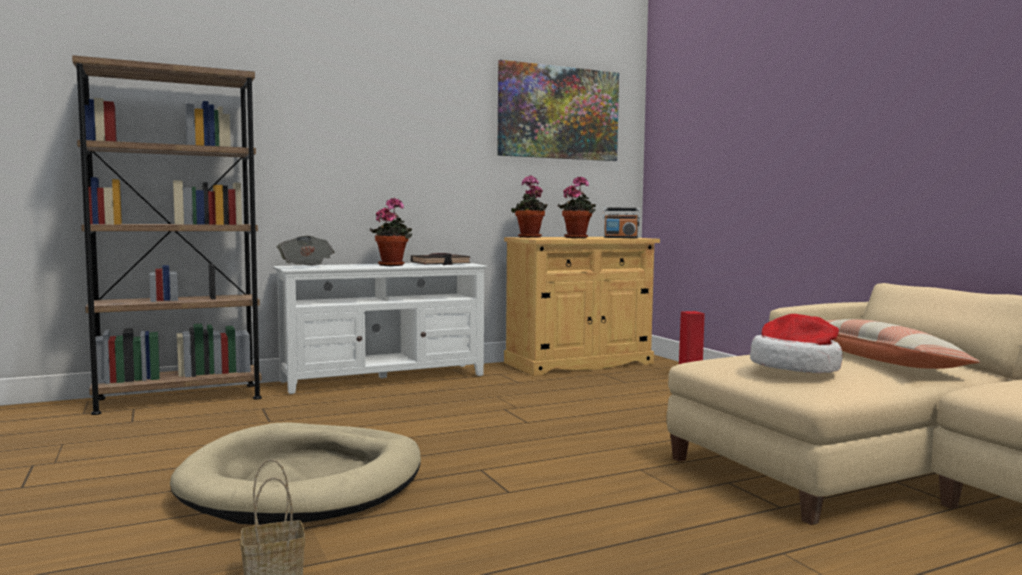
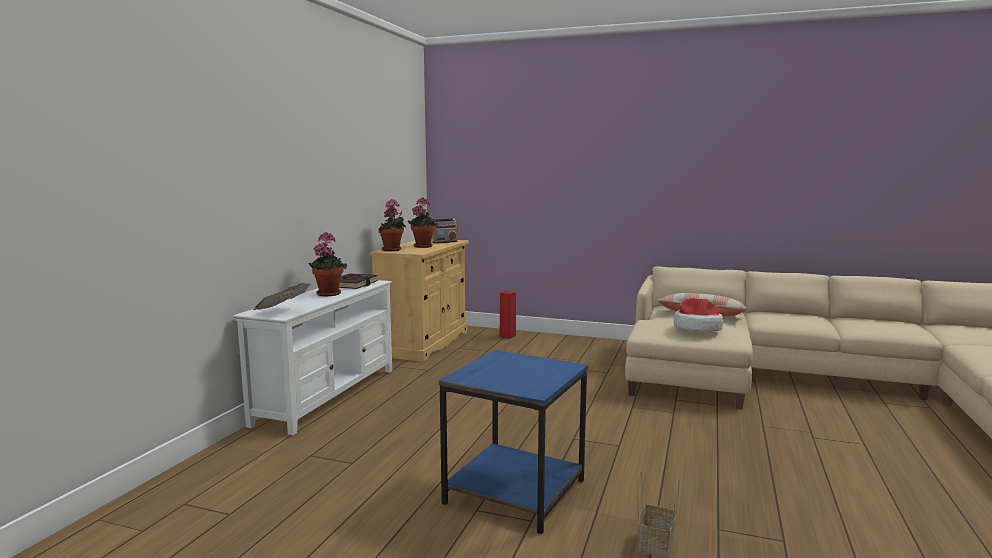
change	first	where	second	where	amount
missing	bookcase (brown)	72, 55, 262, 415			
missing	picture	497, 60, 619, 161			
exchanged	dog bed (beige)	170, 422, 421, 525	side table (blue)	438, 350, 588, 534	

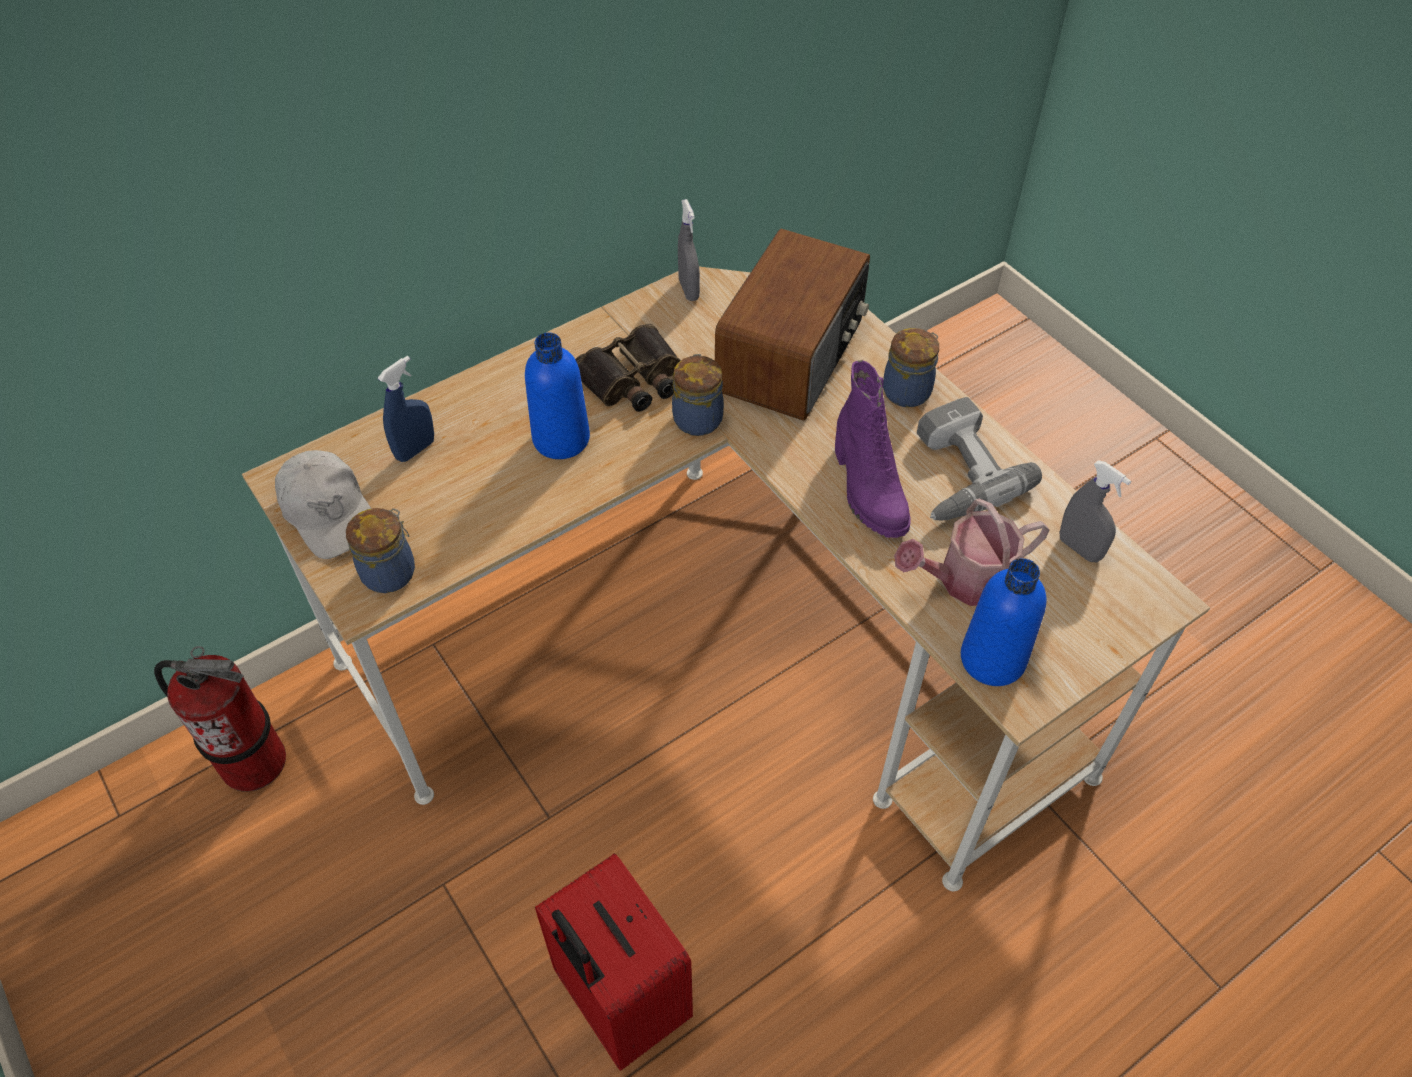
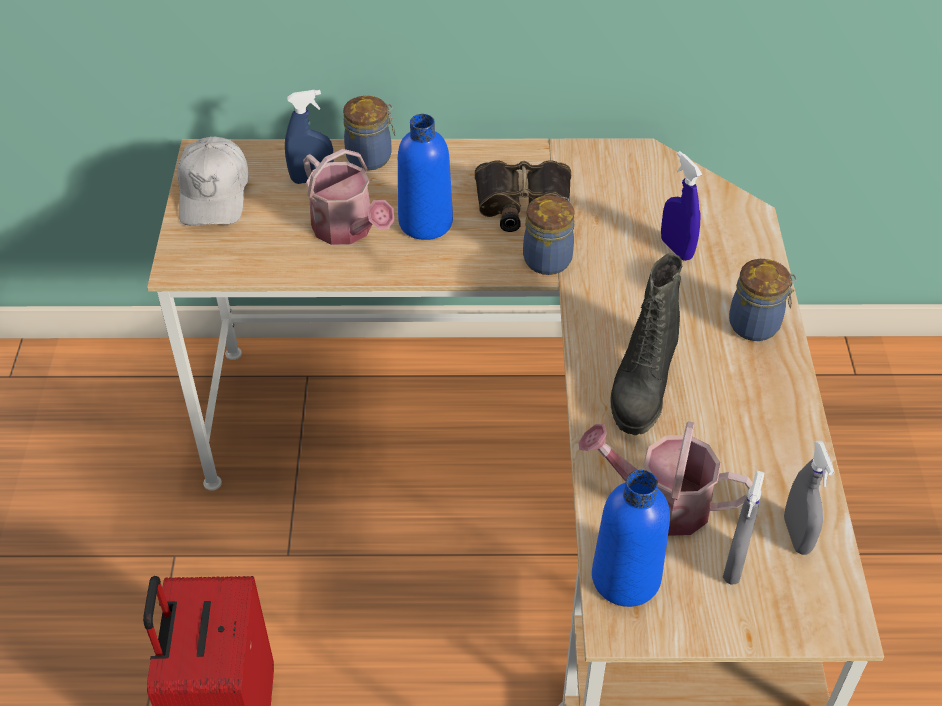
change	first	where	second	where	amount
missing	fire extinguisher	154, 646, 286, 791			
missing	power drill	917, 397, 1042, 520			
appeared			watering can	303, 149, 394, 245	
relocated	jar	346, 508, 415, 593		343, 96, 395, 170	
relocated	spray bottle (grey)	678, 199, 700, 301		723, 471, 765, 584	
exchanged	radio	715, 229, 870, 421	spray bottle (blue)	661, 151, 702, 261	
colour	boot (purple)	835, 360, 910, 538	boot (black)	610, 253, 682, 435	

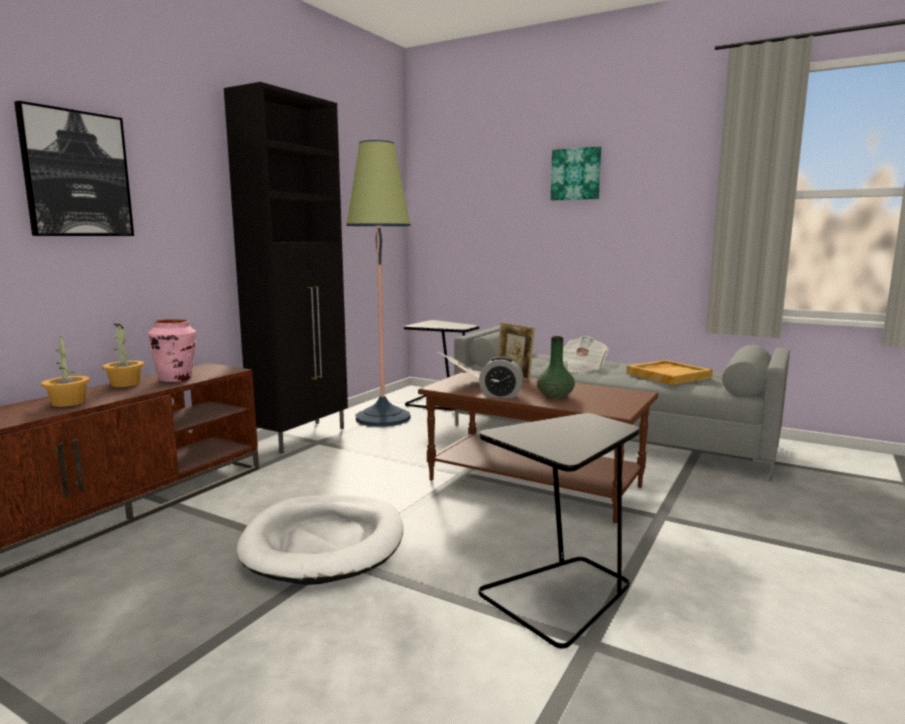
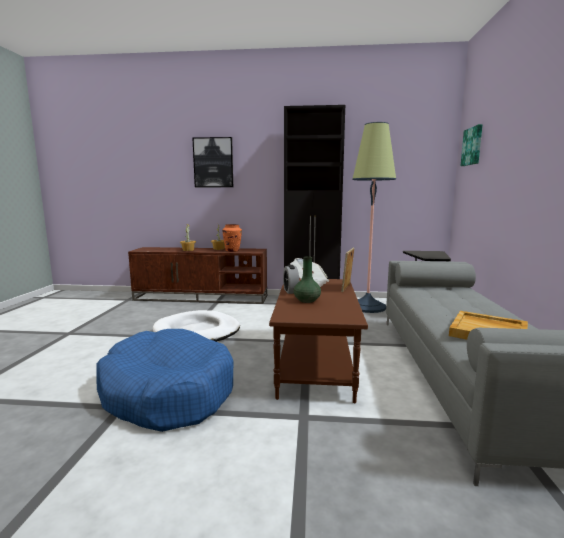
change	first	where	second	where	amount
missing	newspaper	563, 336, 609, 372			
relocated	picture	551, 146, 601, 200		461, 124, 483, 166	
exchanged	side table (black)	478, 413, 640, 649	dog bed (blue)	96, 329, 233, 432	
colour	vase (pink)	148, 319, 196, 382	vase (orange)	223, 224, 242, 252	

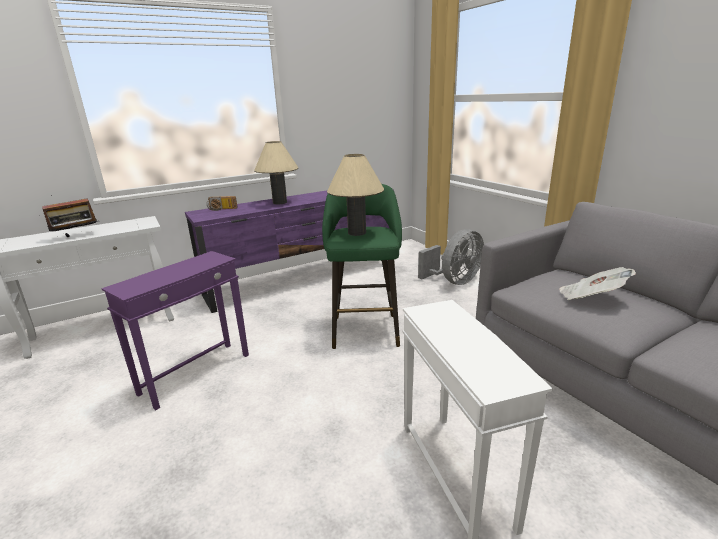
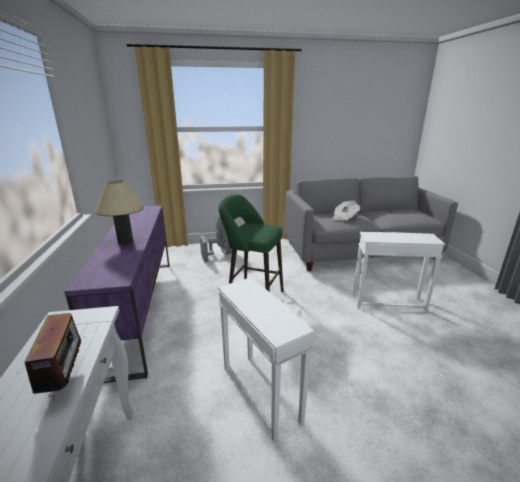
change	first	where	second	where	amount
missing	radio	207, 196, 238, 211			
missing	table lamp (beige)	327, 154, 384, 236			
colour	side table (purple)	101, 251, 249, 410	side table (white)	218, 278, 314, 441	

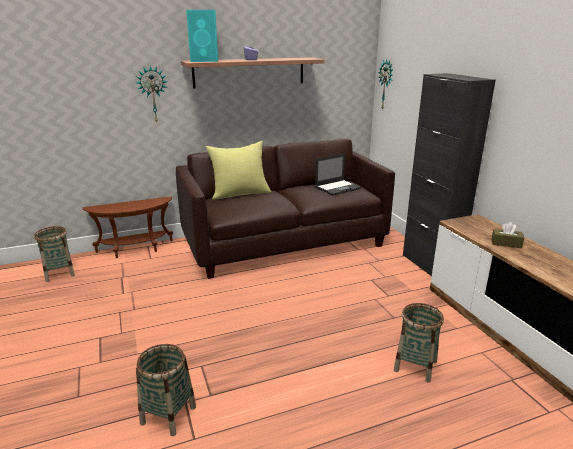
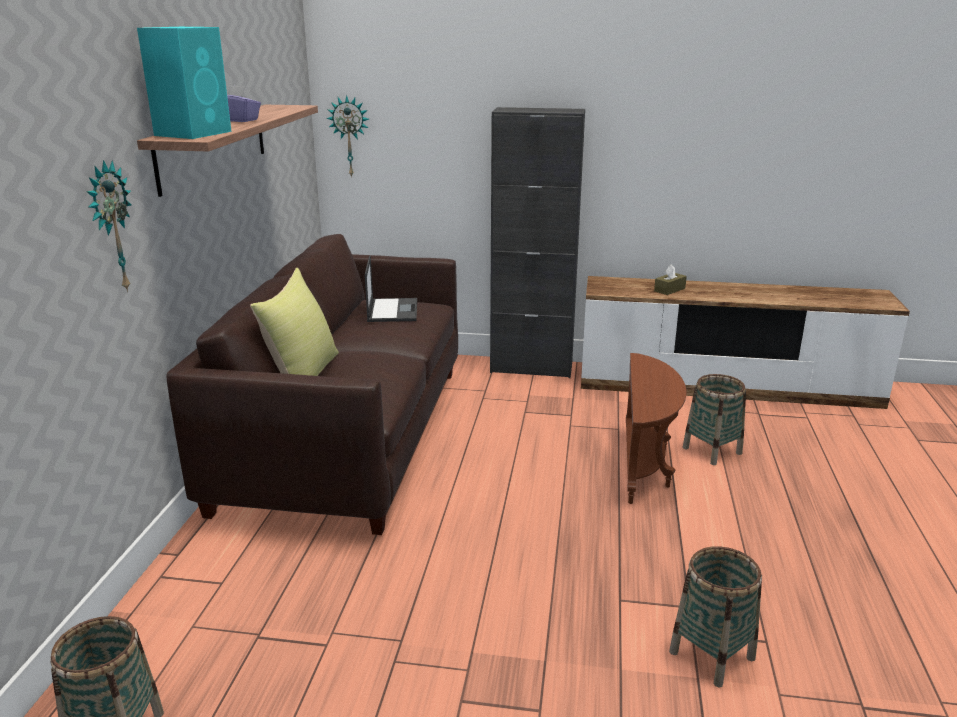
change	first	where	second	where	amount
relocated	side table (brown)	83, 196, 173, 258		626, 353, 686, 504	

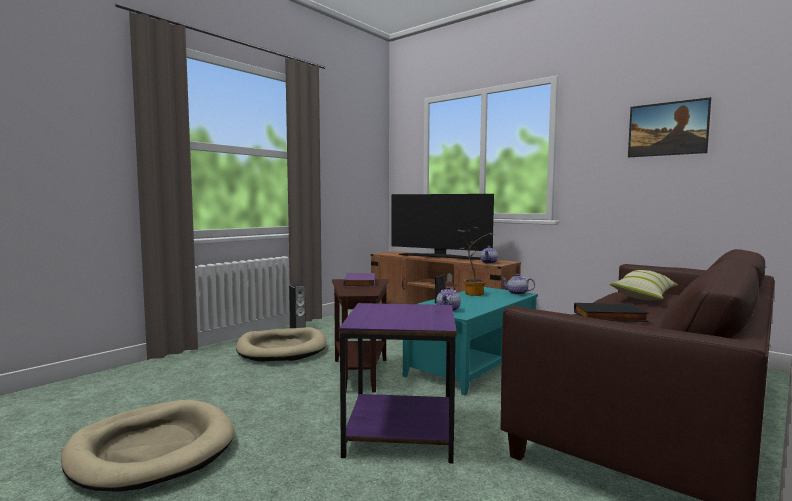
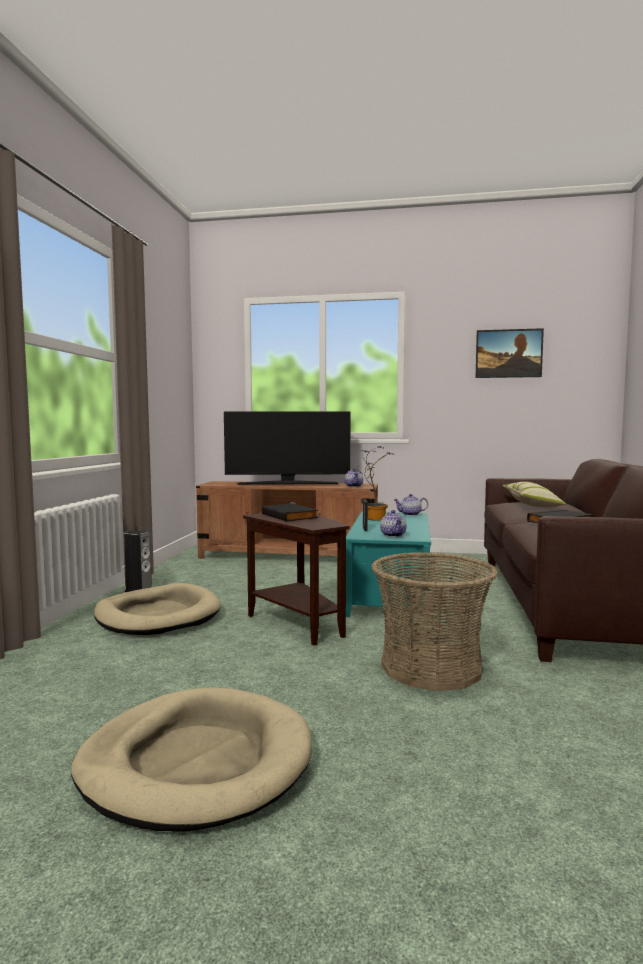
change	first	where	second	where	amount
exchanged	side table (purple)	339, 303, 457, 463	basket	371, 552, 498, 691	
colour	book (purple)	343, 273, 375, 287	book (black)	262, 503, 318, 522	

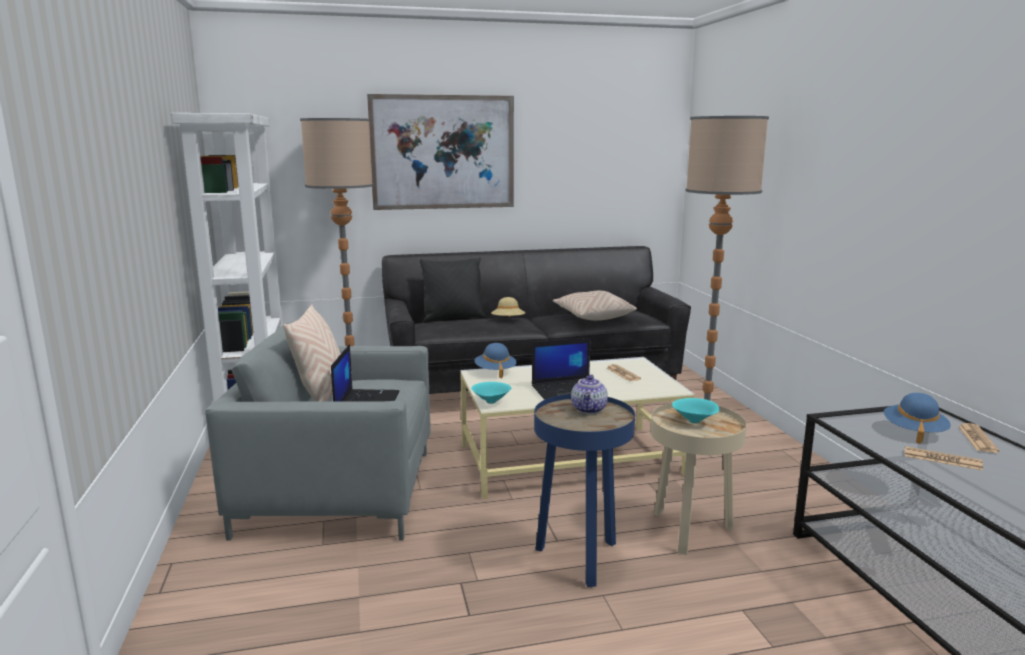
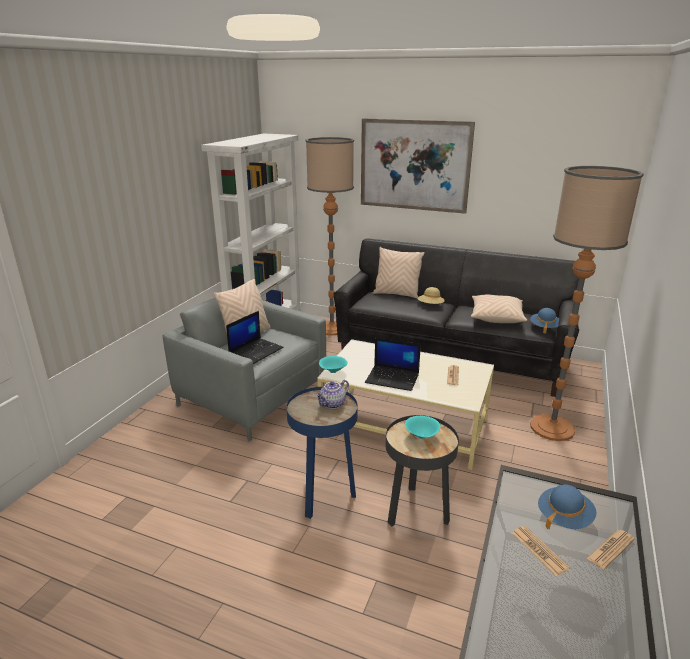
change	first	where	second	where	amount
relocated	hat (blue)	474, 343, 517, 378		530, 308, 559, 334	
colour	pillow (black)	420, 257, 486, 323	pillow (beige)	373, 247, 425, 299	
colour	side table (beige)	651, 403, 747, 555	side table (black)	385, 415, 459, 527	

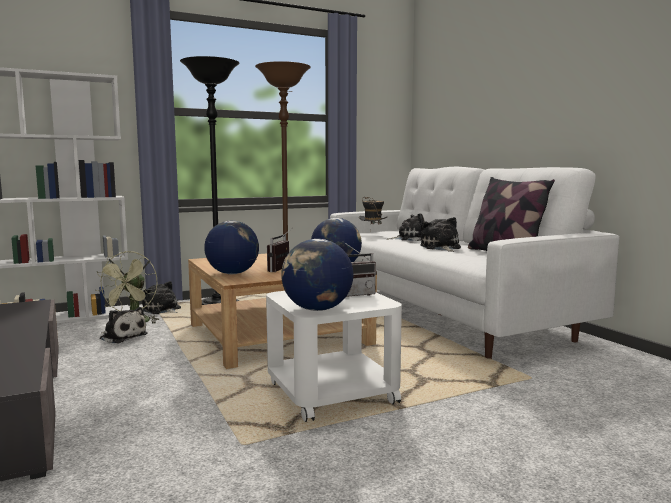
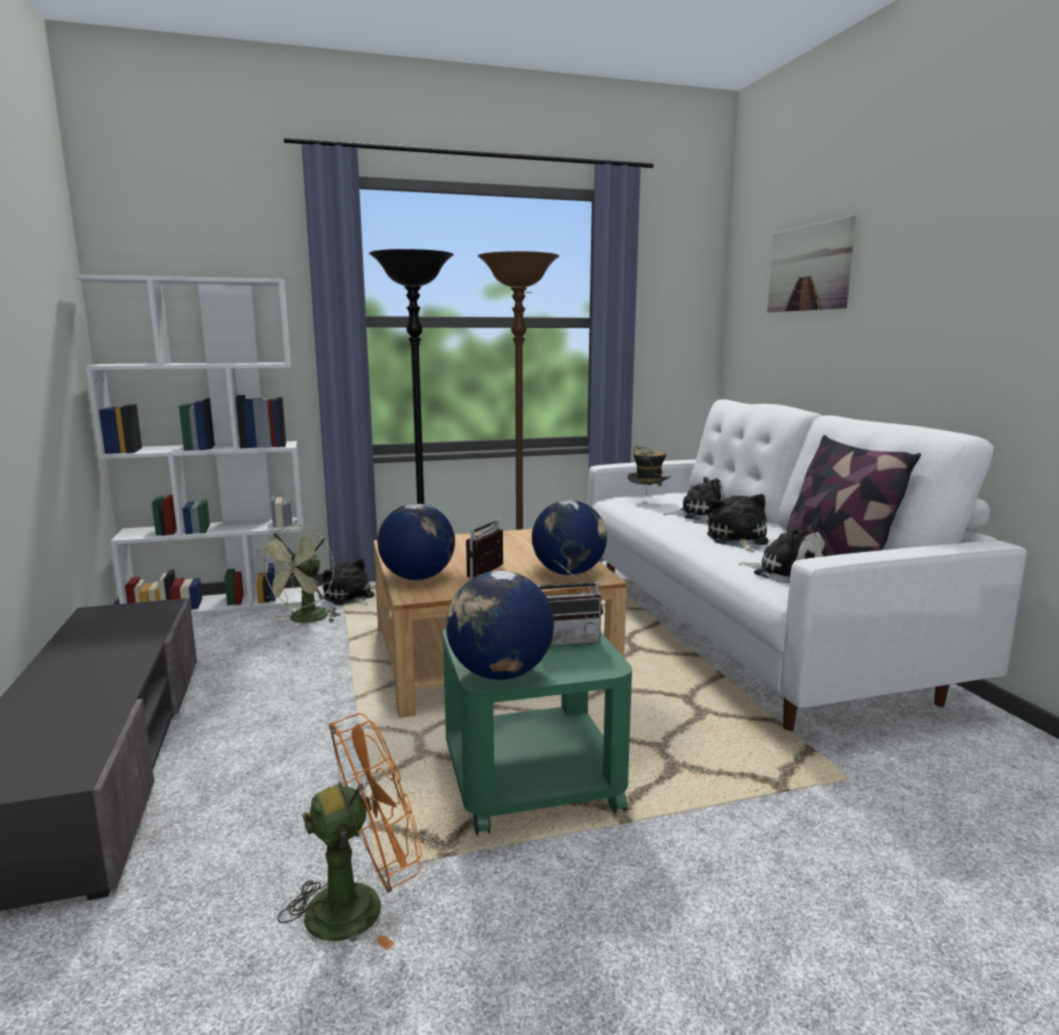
change	first	where	second	where	amount
appeared			fan (orange)	278, 713, 422, 950	
appeared			picture	767, 215, 856, 312	
relocated	plush toy	100, 307, 147, 343		739, 525, 826, 583	
colour	side table (white)	266, 291, 402, 422	side table (green)	443, 629, 632, 836	

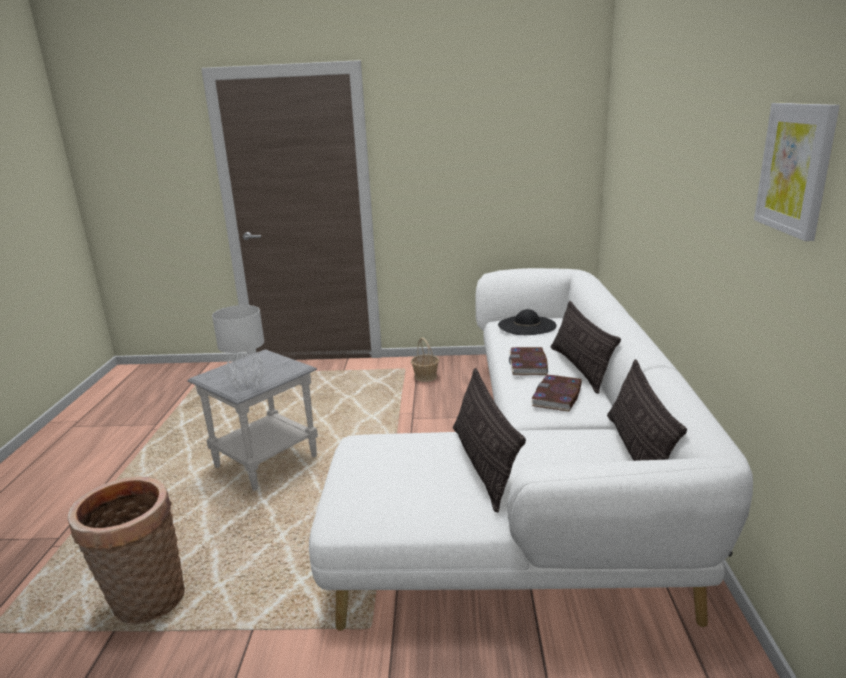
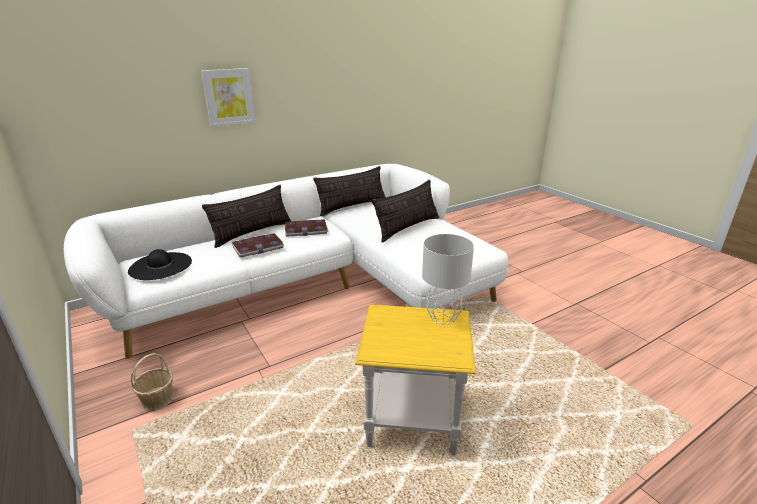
change	first	where	second	where	amount
missing	basket	67, 476, 185, 625			
relocated	picture	754, 103, 840, 241		201, 68, 255, 127	
colour	side table (grey)	187, 349, 318, 491	side table (yellow)	355, 305, 476, 455	

